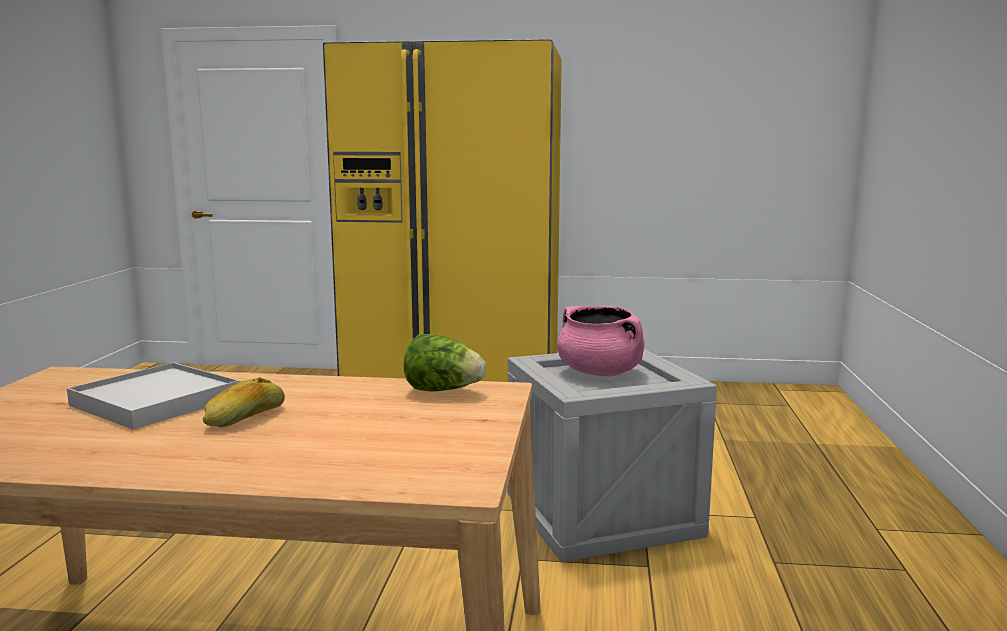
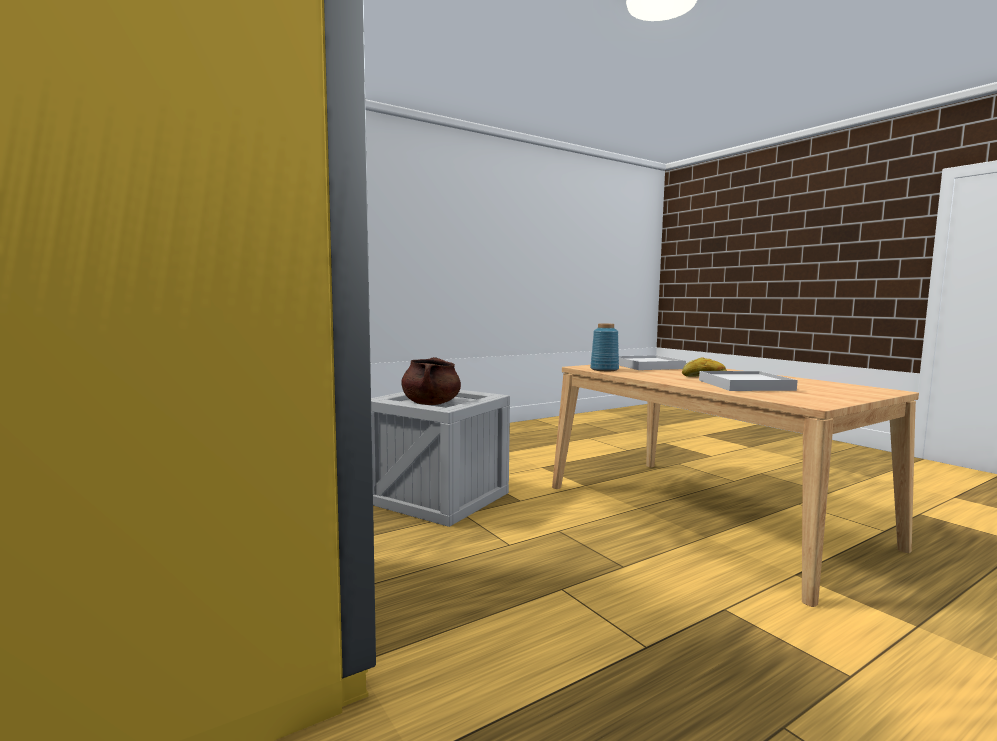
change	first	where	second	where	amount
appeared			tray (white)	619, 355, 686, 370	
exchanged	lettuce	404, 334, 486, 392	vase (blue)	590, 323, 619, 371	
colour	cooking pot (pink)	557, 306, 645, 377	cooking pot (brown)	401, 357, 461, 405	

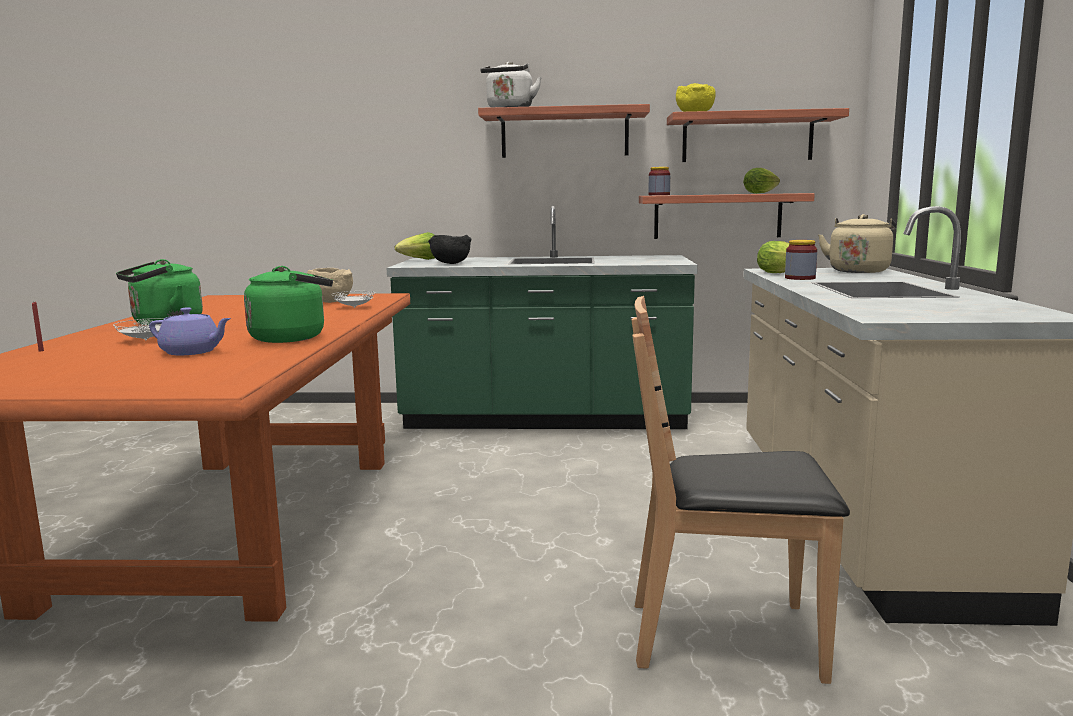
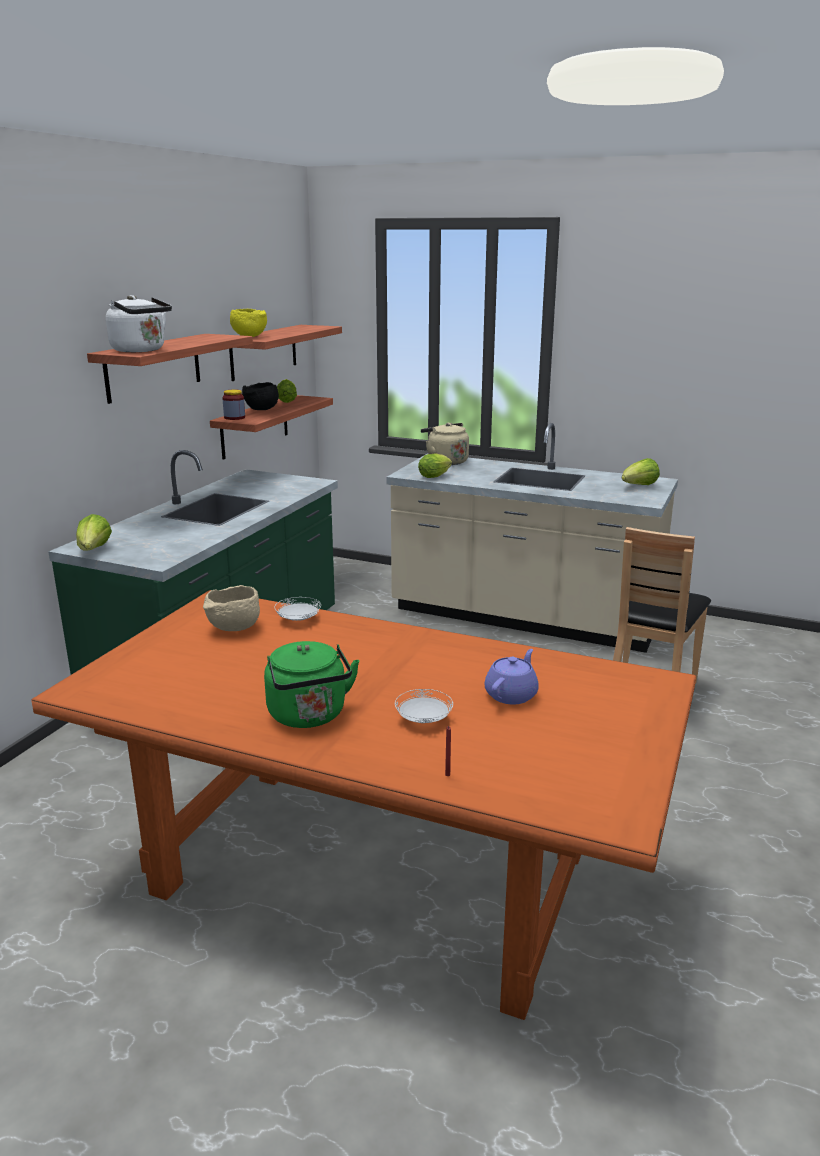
change	first	where	second	where	amount
missing	kettle (green)	244, 266, 333, 343			
missing	jar	785, 240, 817, 280			
appeared			lettuce	622, 458, 660, 485	
relocated	bowl (black)	428, 235, 471, 264		242, 382, 279, 410	

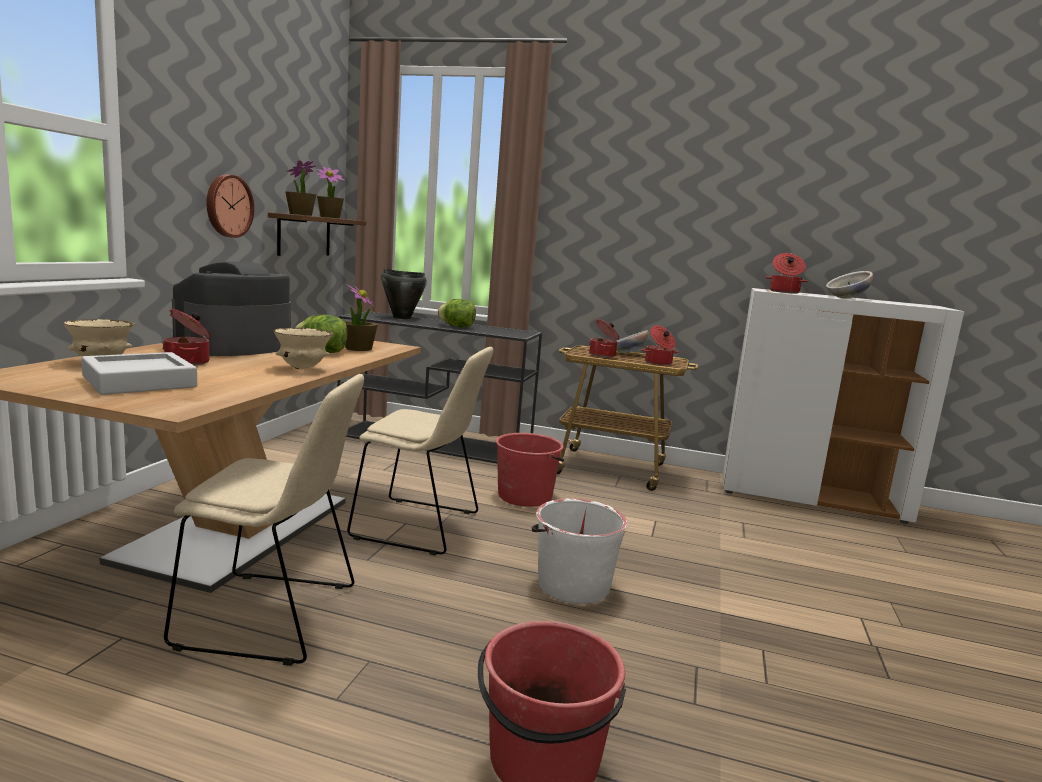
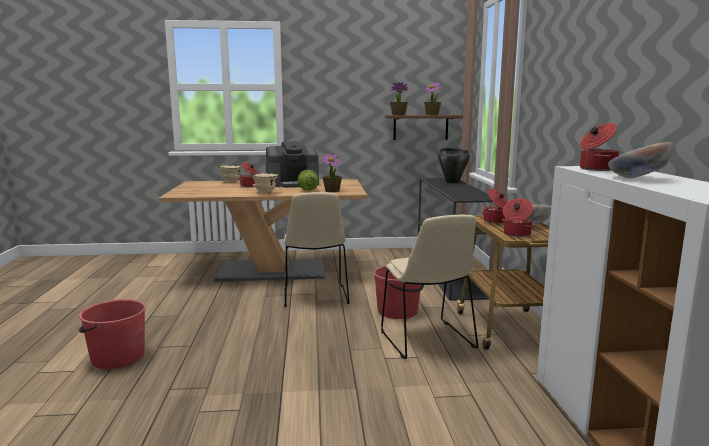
change	first	where	second	where	amount
missing	tray (grey)	81, 352, 197, 395			
missing	wall clock	207, 175, 254, 238			
missing	lettuce	438, 299, 476, 328			
missing	bucket (white)	532, 498, 627, 604			
relocated	chair (beige)	164, 374, 364, 666		381, 215, 478, 359	
spun	coffee machine	172, 261, 291, 356		266, 141, 319, 187	150 degrees clockwise

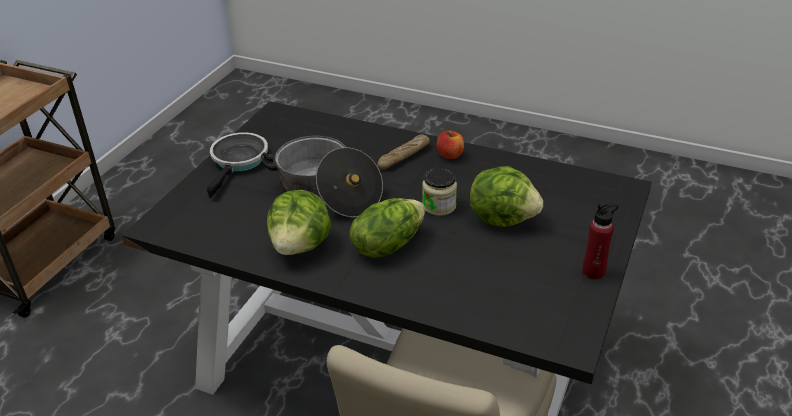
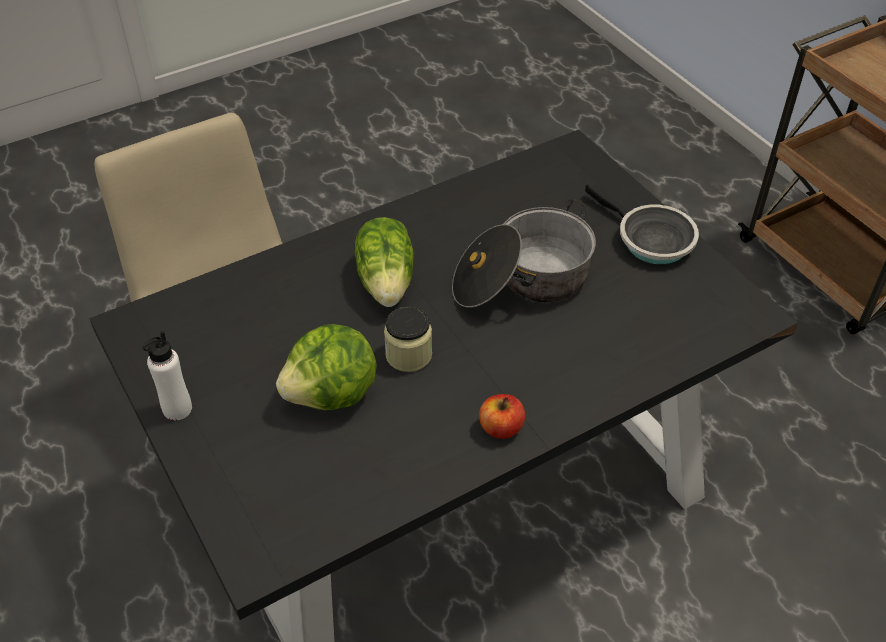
change	first	where	second	where	amount
missing	lettuce	267, 190, 331, 255			
missing	bread	377, 134, 430, 170			
colour	bottle (red)	582, 204, 618, 279	bottle (white)	143, 331, 192, 421	

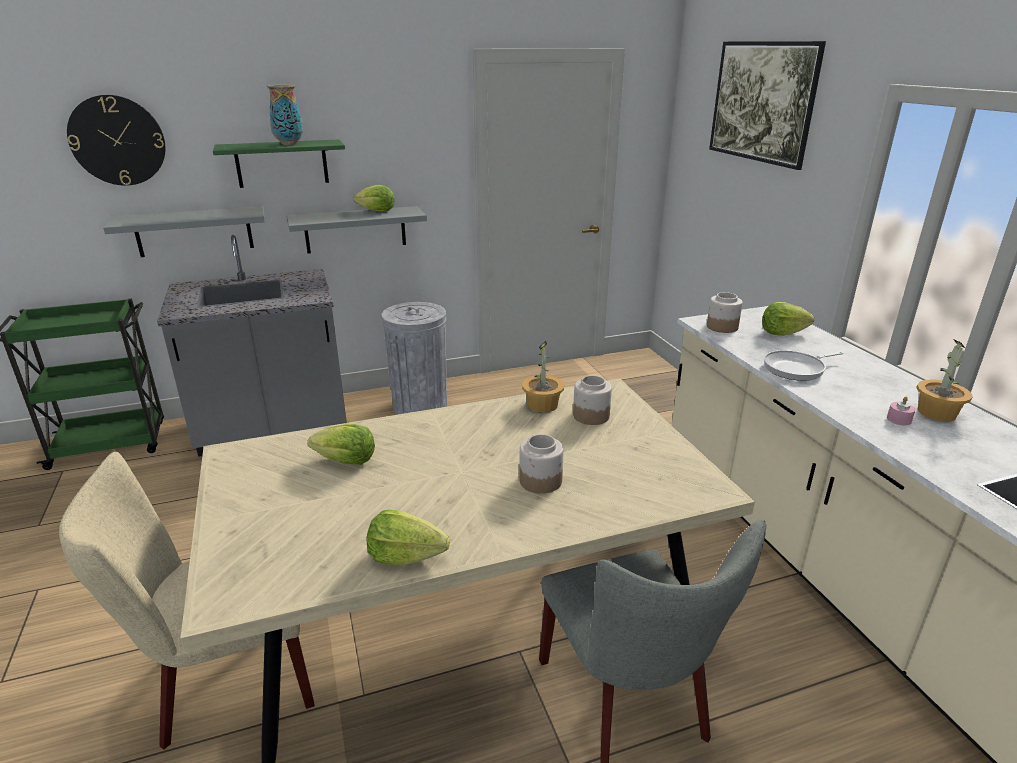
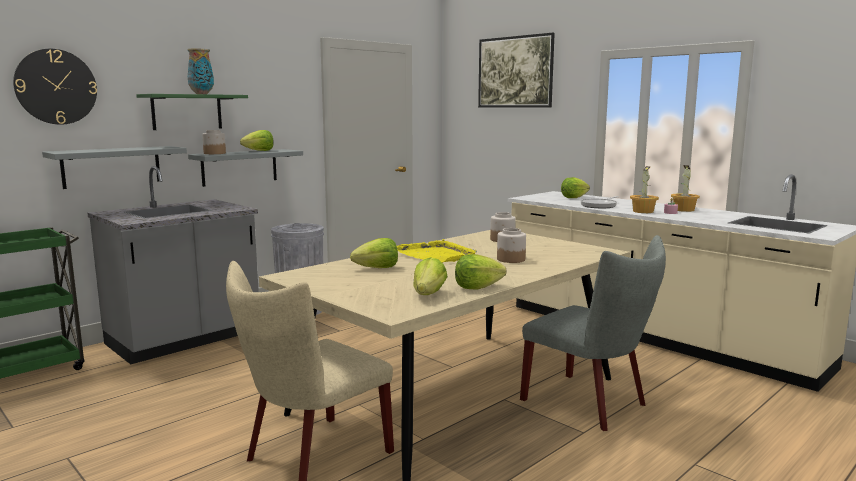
change	first	where	second	where	amount
appeared			tray (yellow)	397, 239, 477, 263	
appeared			lettuce	413, 257, 448, 295	
relocated	potted plant	522, 341, 564, 413		630, 166, 659, 213	
relocated	jar	707, 292, 743, 333		202, 130, 226, 154	

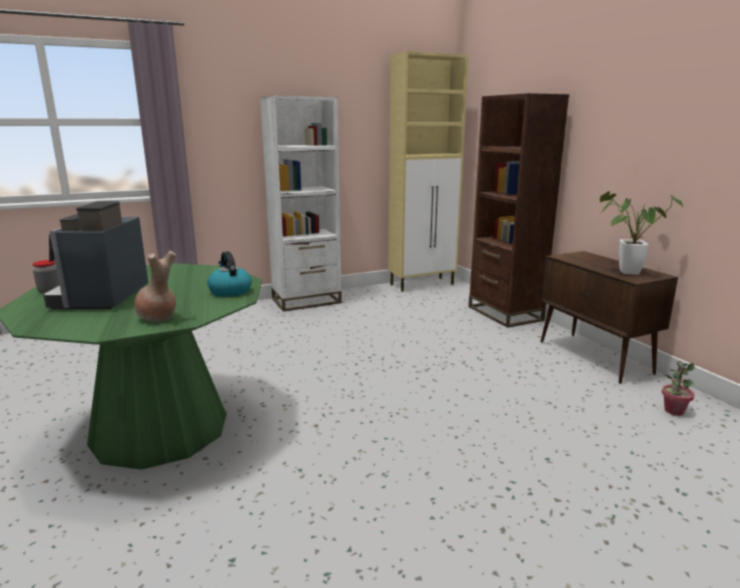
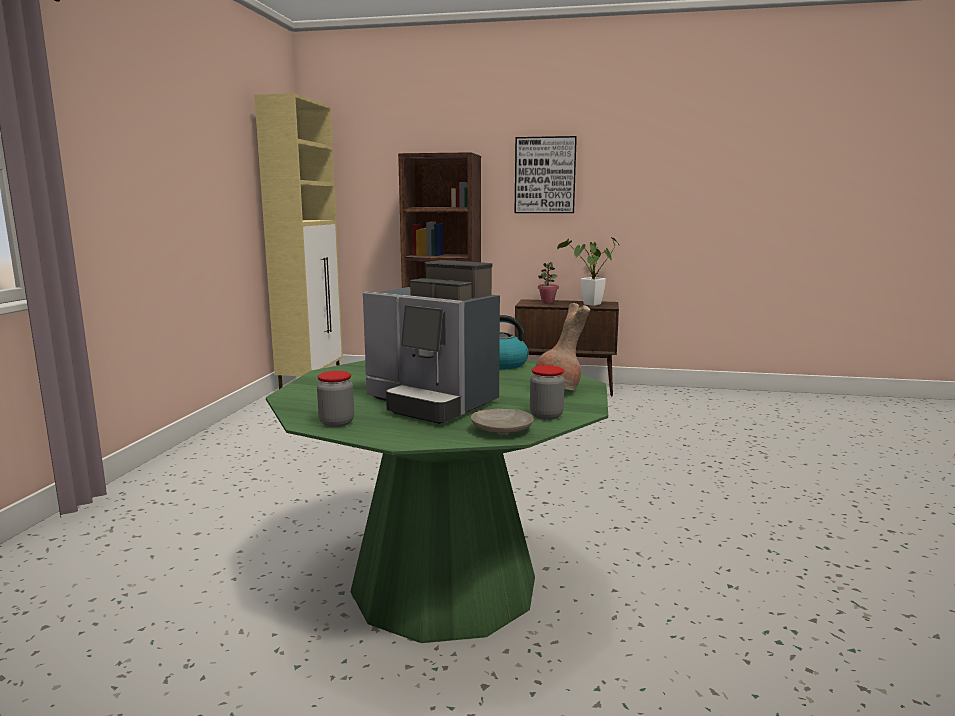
change	first	where	second	where	amount
missing	bookcase (white)	260, 96, 342, 312			
appeared			plate (beige)	471, 409, 534, 435	
appeared			picture	515, 136, 577, 213	
appeared			jar	530, 365, 565, 420	
relocated	potted plant	662, 361, 695, 416		538, 262, 559, 303	

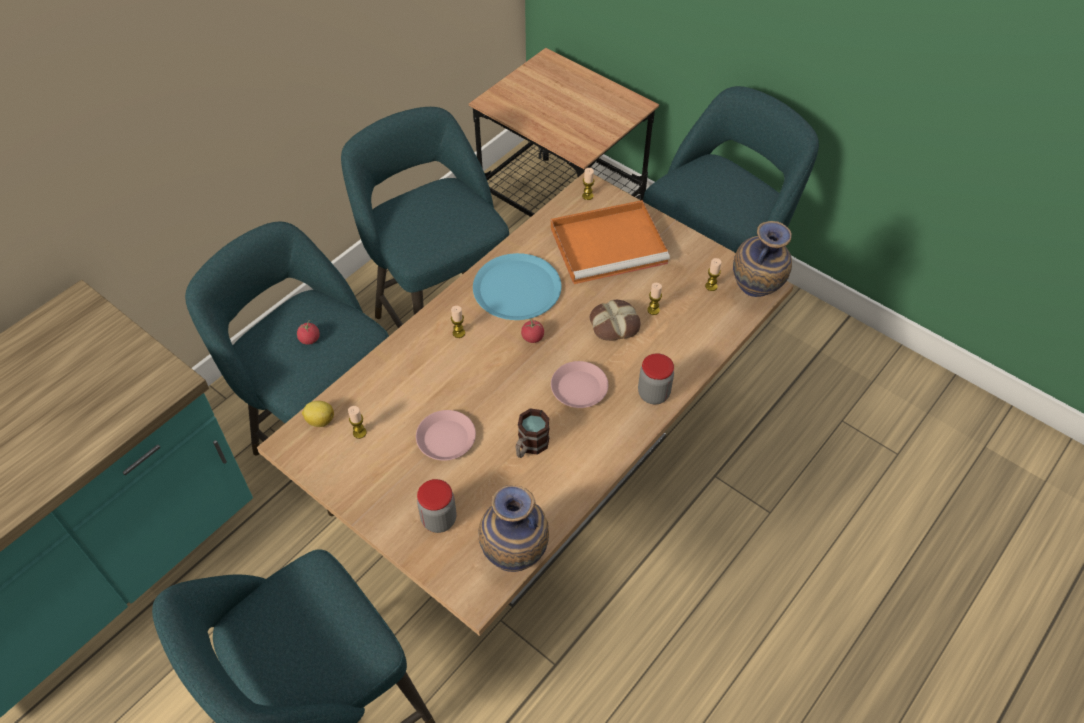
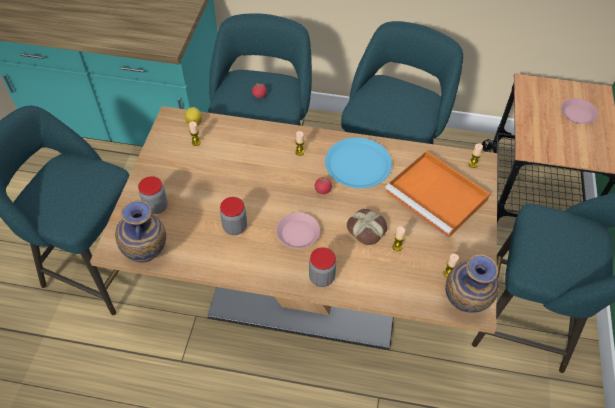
change	first	where	second	where	amount
relocated	plate (pink)	416, 410, 476, 461		561, 98, 598, 124	
exchanged	mug	516, 409, 550, 458	jar	220, 197, 247, 235	

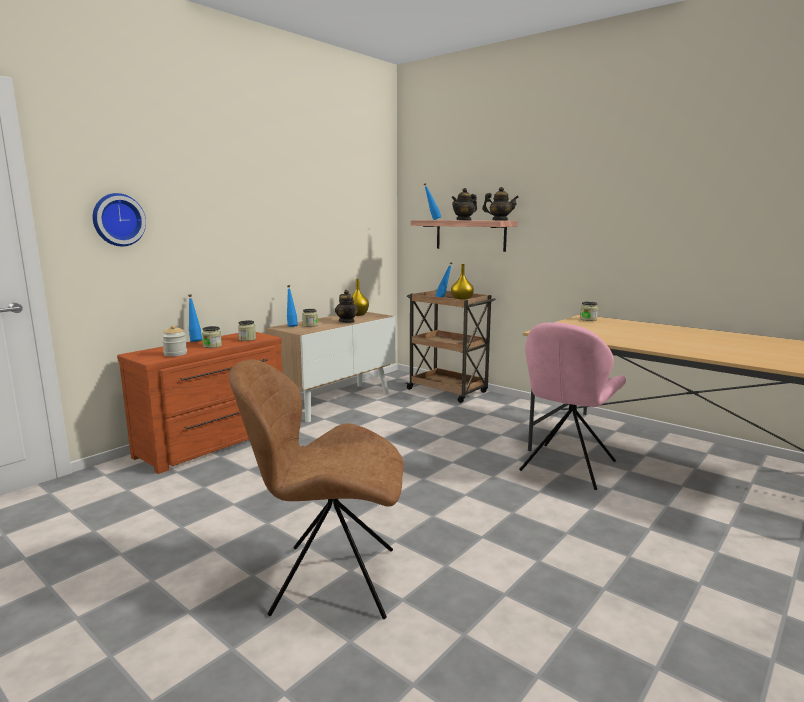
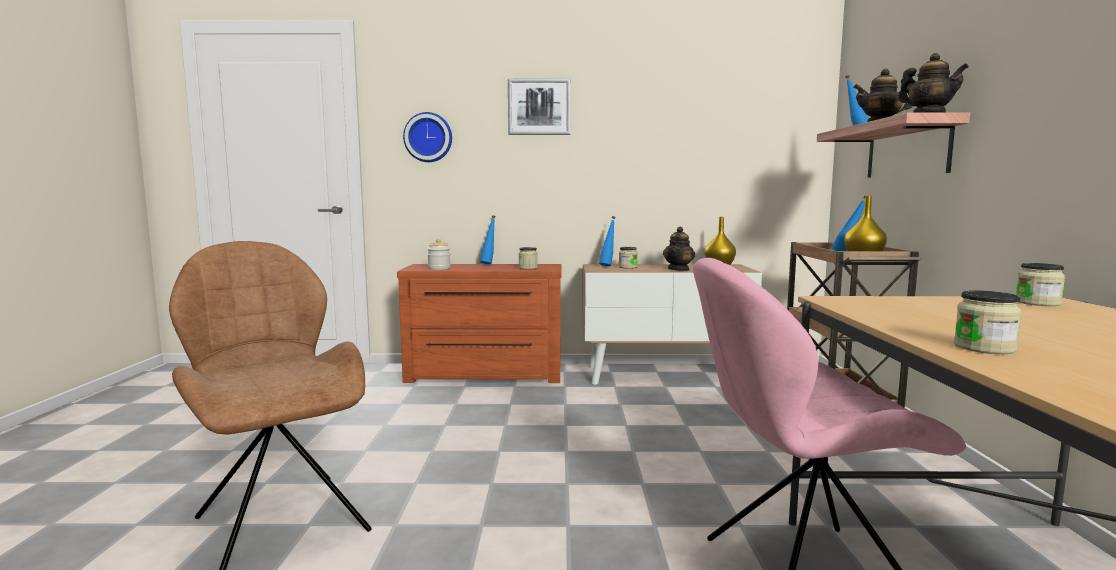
change	first	where	second	where	amount
appeared			picture	508, 78, 571, 135	
relocated	jar	202, 326, 222, 348		954, 290, 1022, 354	

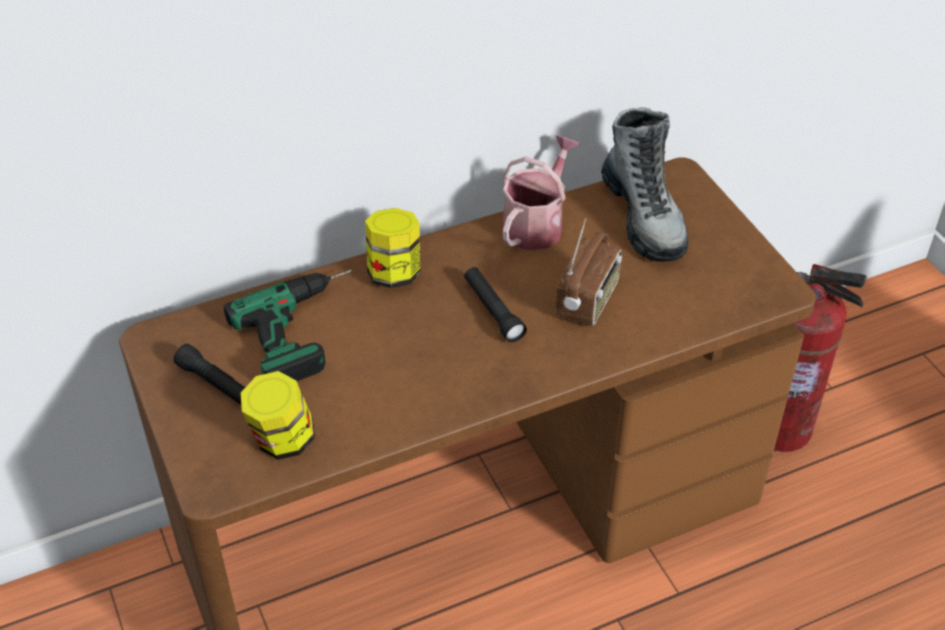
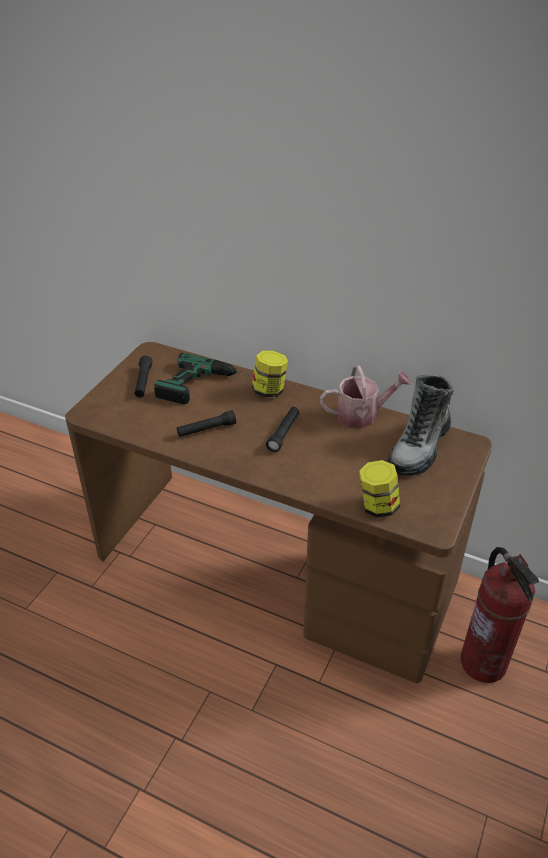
change	first	where	second	where	amount
missing	radio	555, 219, 622, 326			
appeared			flashlight (black)	177, 410, 236, 437	
relocated	jar	241, 371, 315, 460		359, 460, 400, 518	

